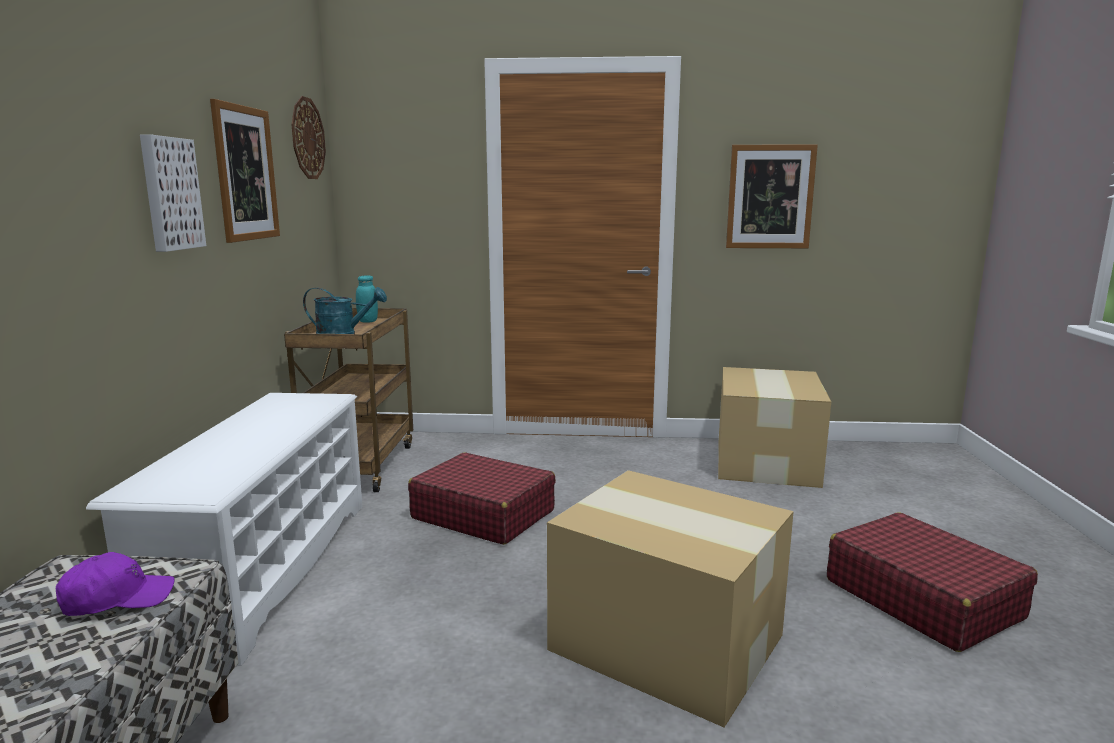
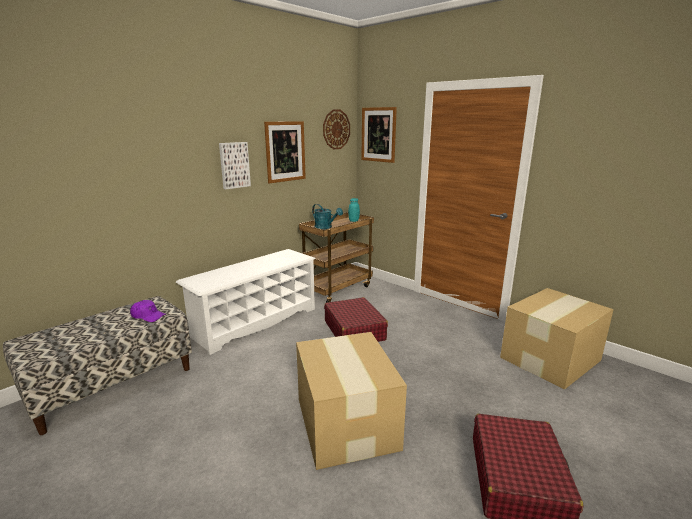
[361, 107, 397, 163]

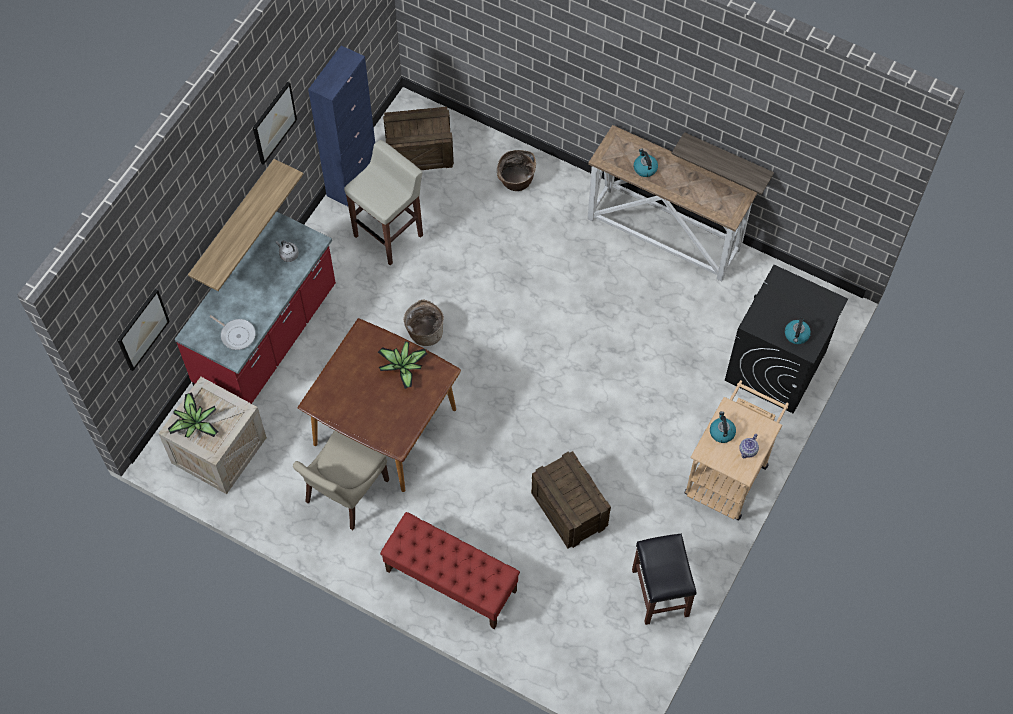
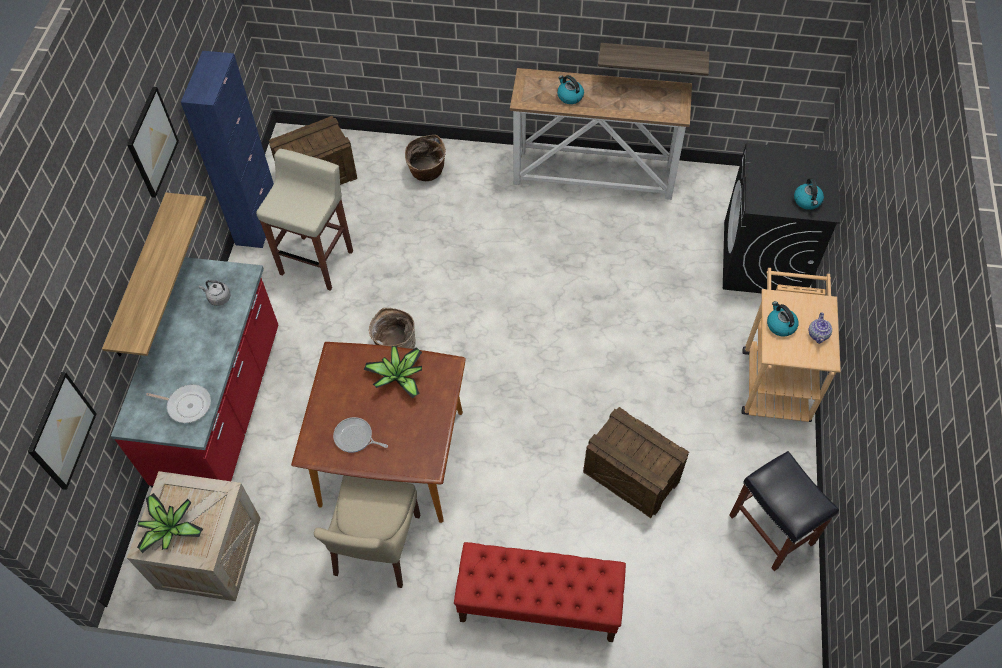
[333, 417, 388, 453]

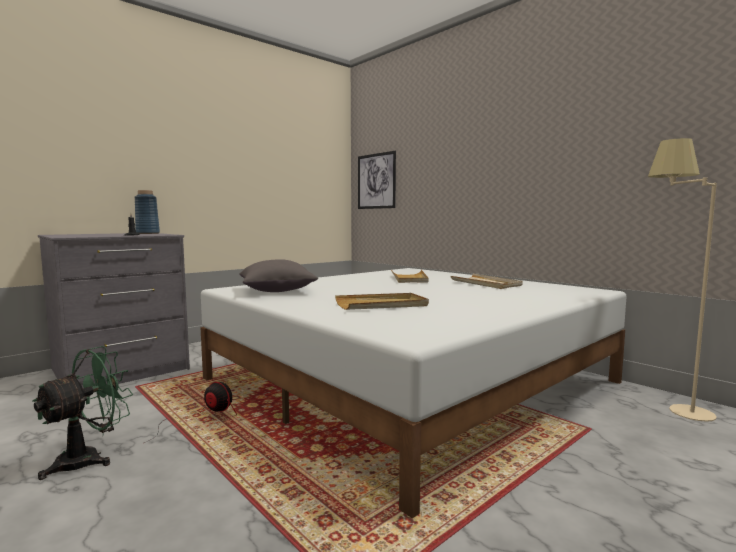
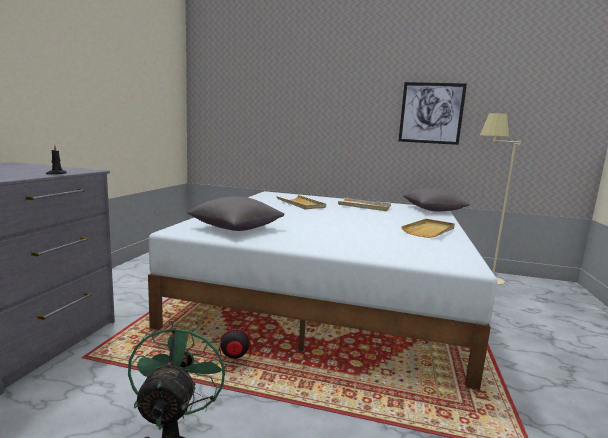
[135, 190, 160, 234] (first image)
[401, 219, 455, 238]
[398, 82, 467, 145]
[403, 188, 470, 212]

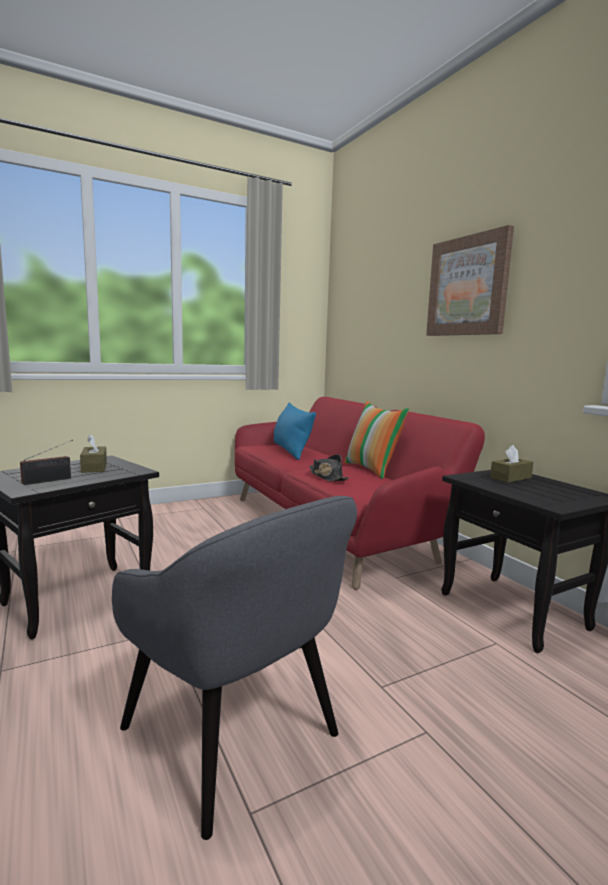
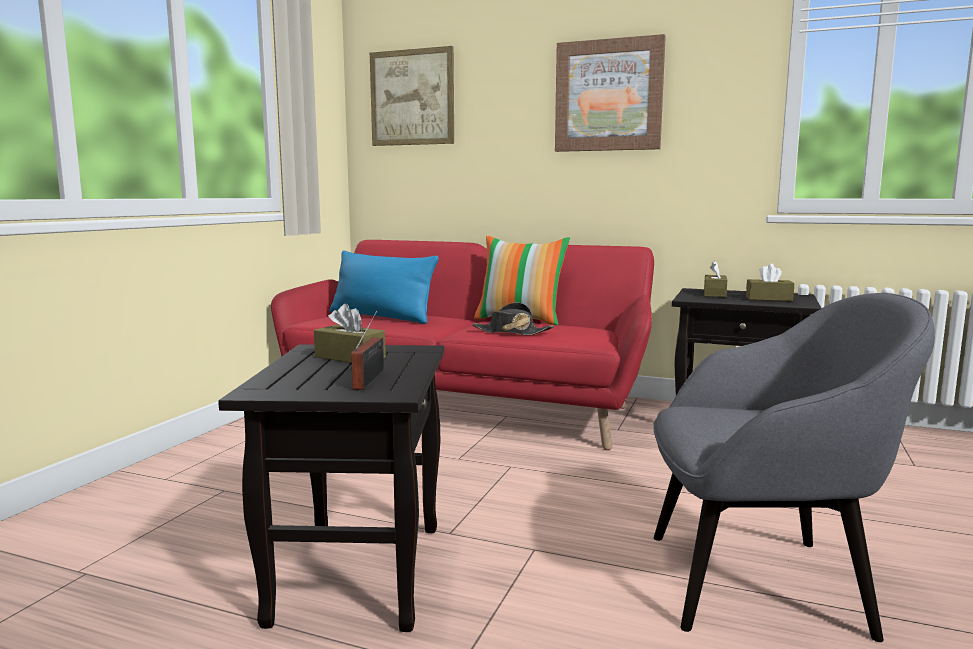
[370, 46, 454, 146]
[746, 264, 794, 301]

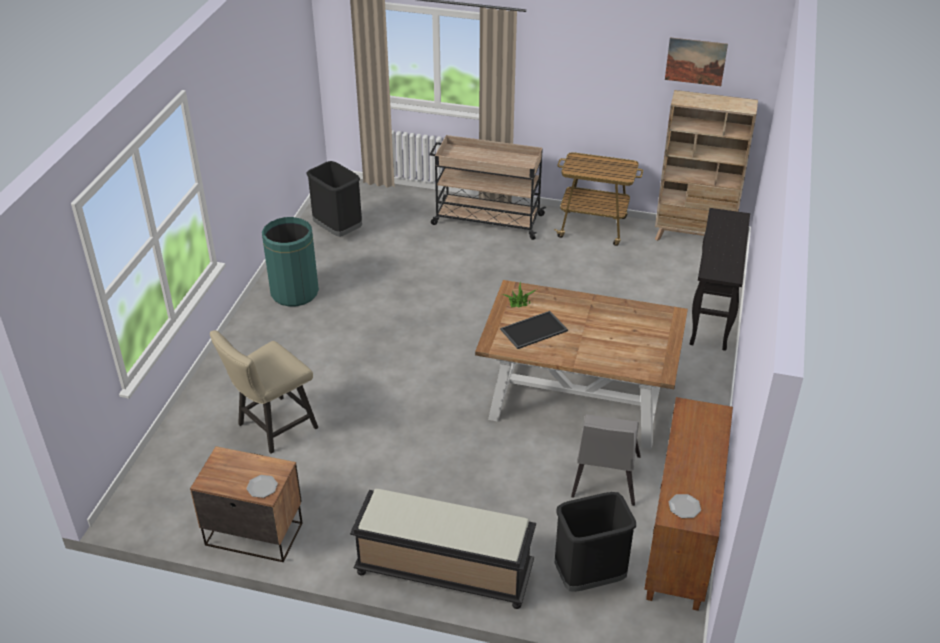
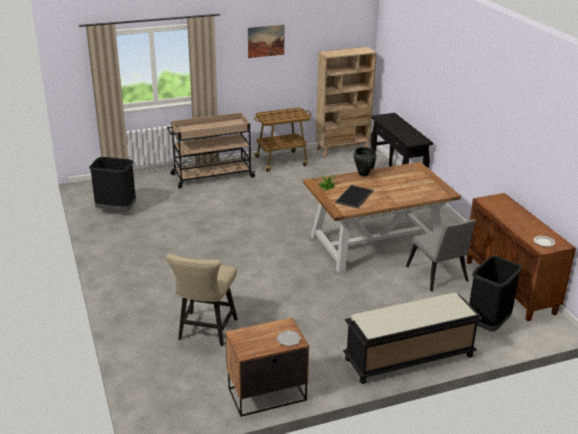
[262, 217, 319, 307] (first image)
[248, 25, 285, 58]
[353, 147, 377, 176]

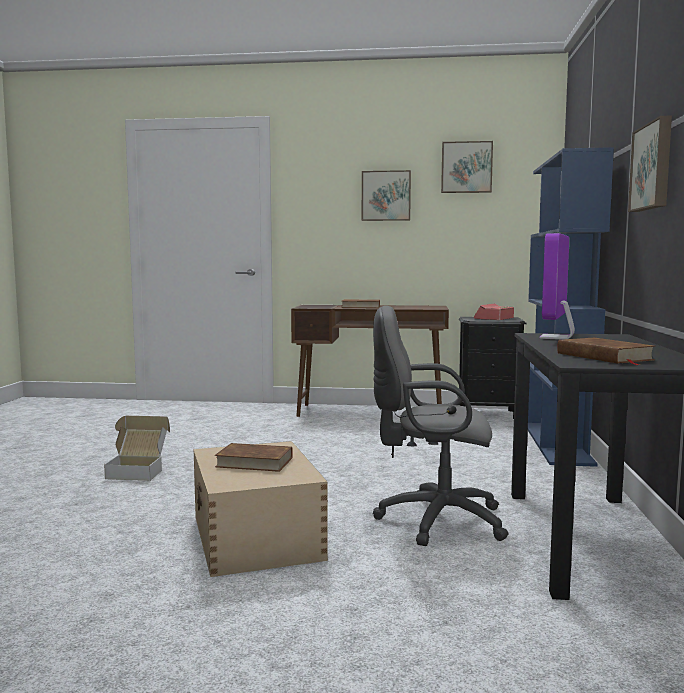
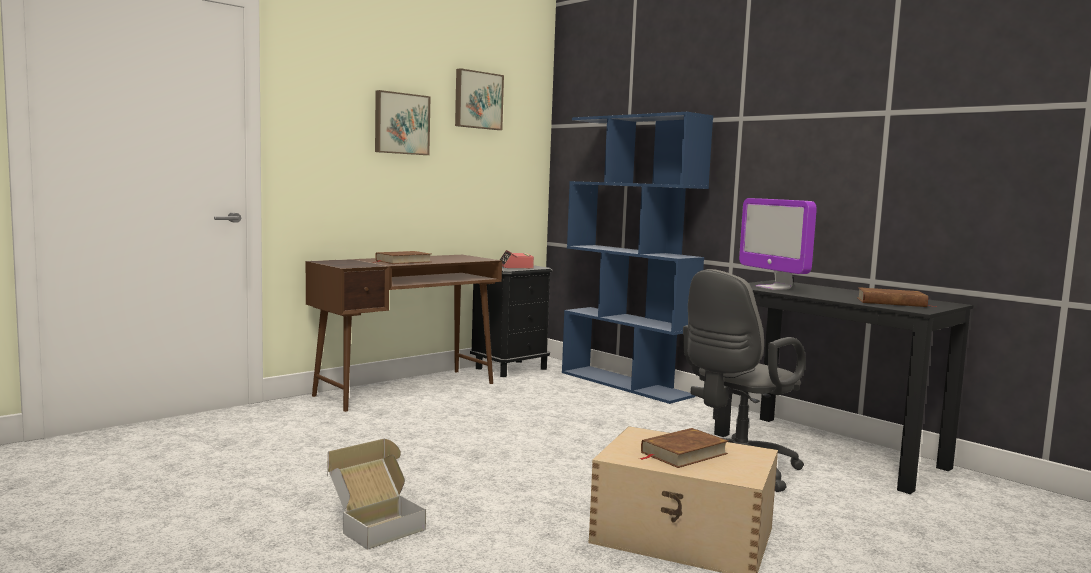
[628, 116, 672, 212] (first image)

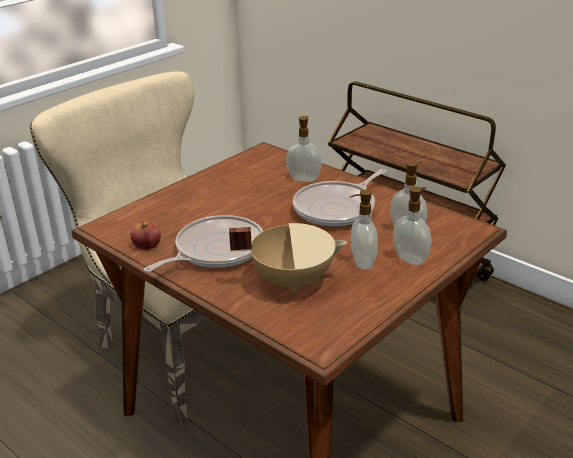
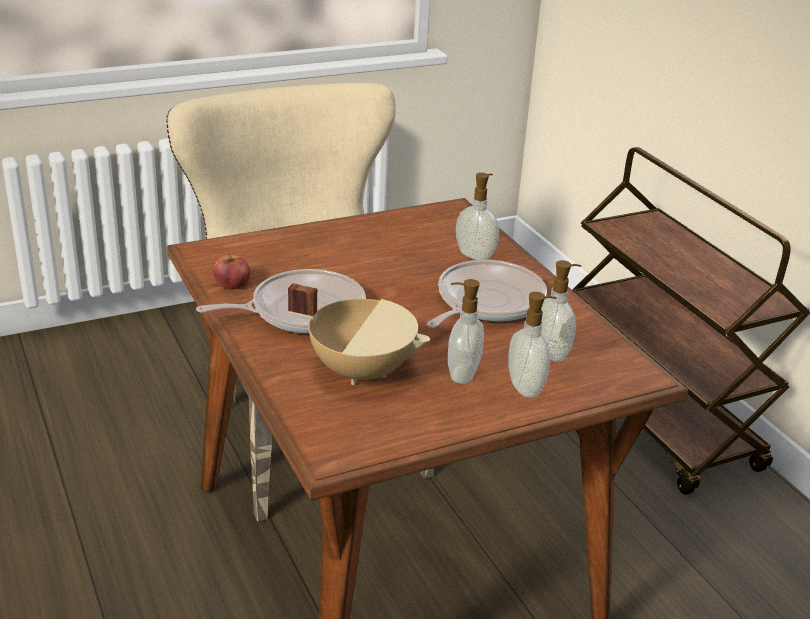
[427, 260, 547, 328]

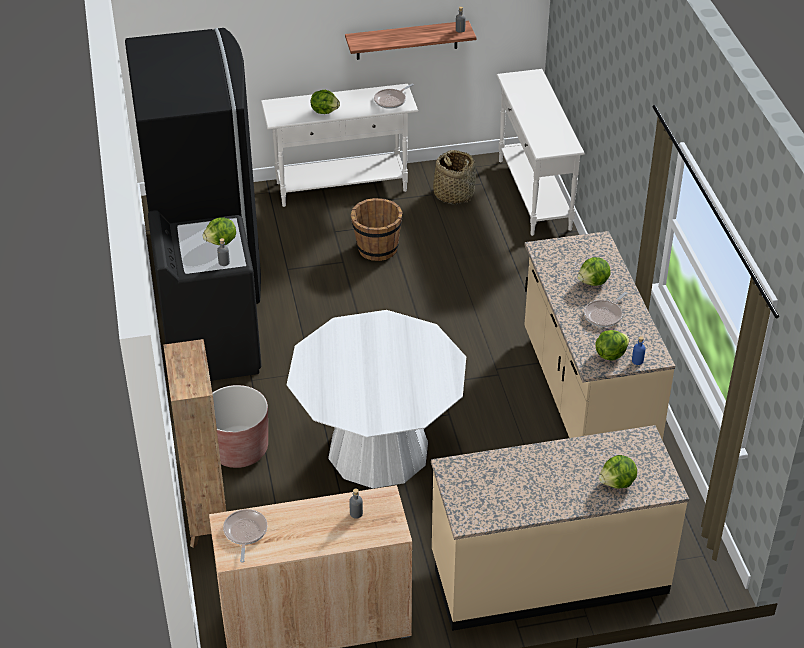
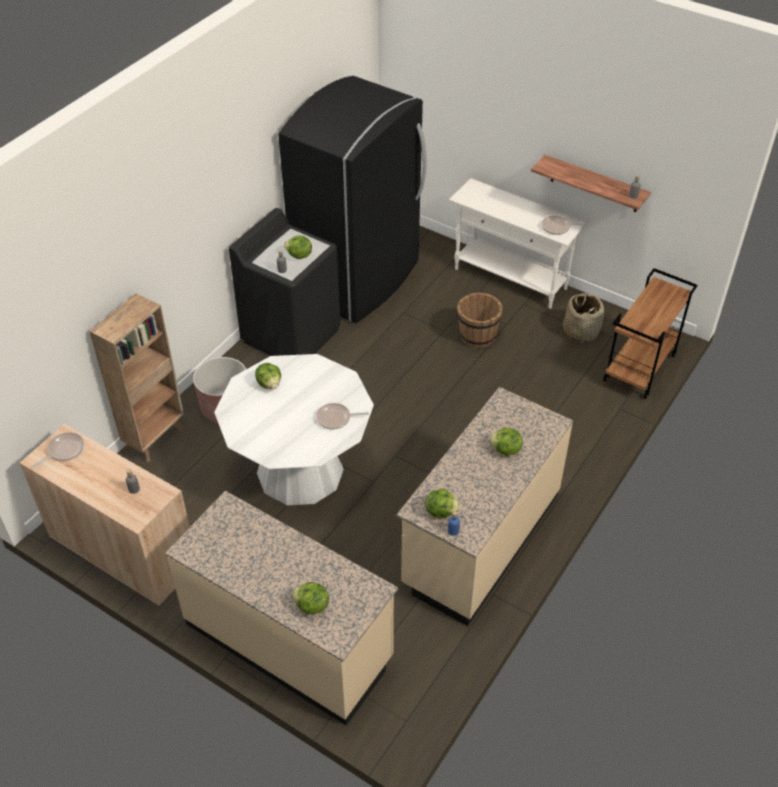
[255, 363, 281, 389]
[603, 268, 698, 399]
[316, 403, 369, 430]

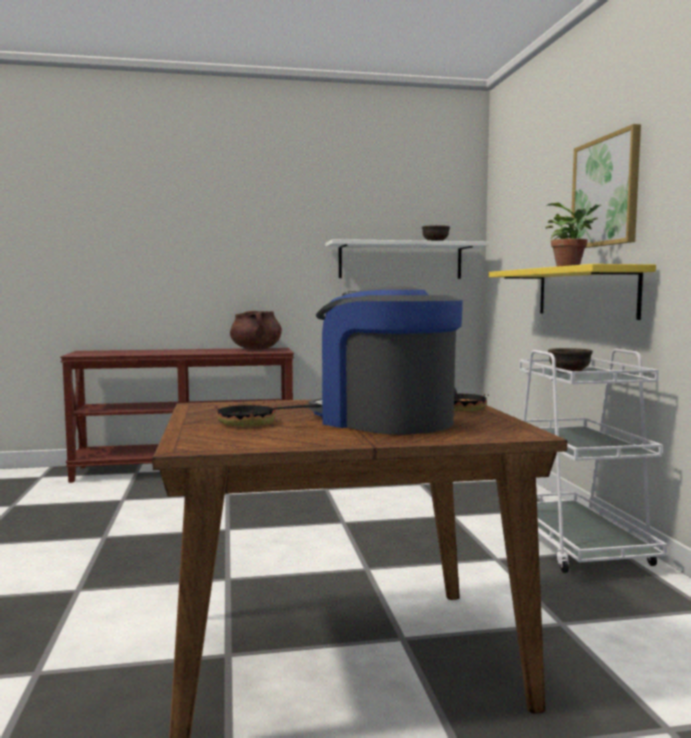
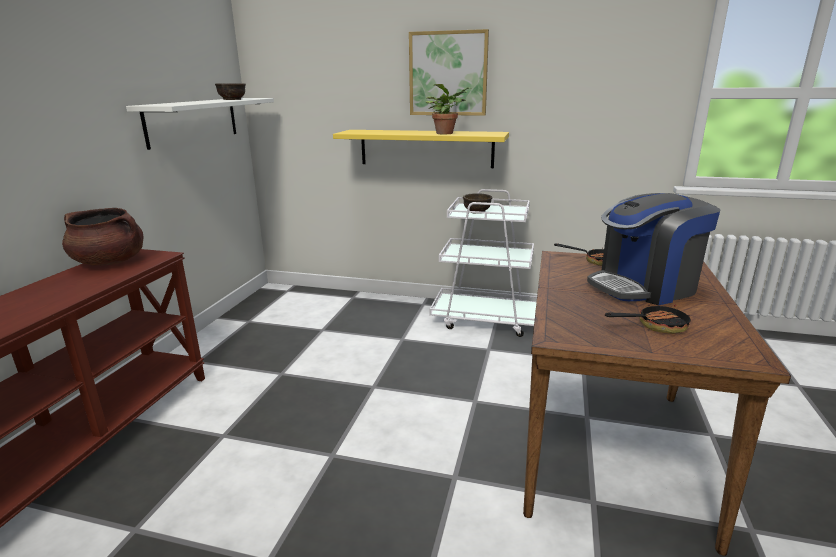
[605, 302, 691, 334]

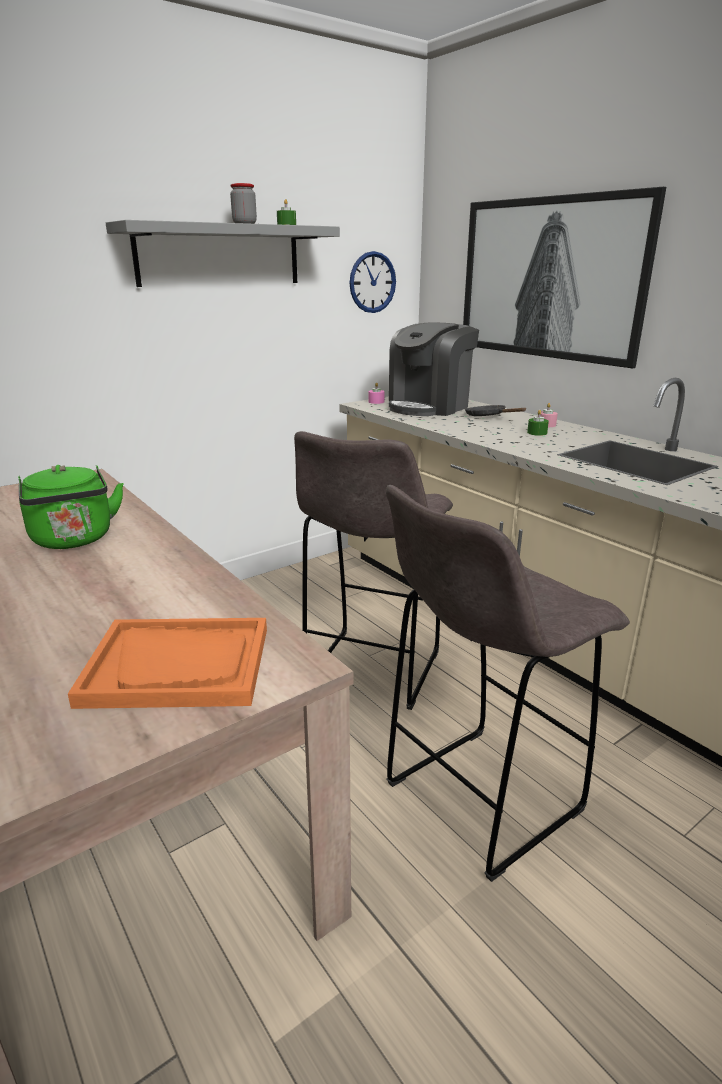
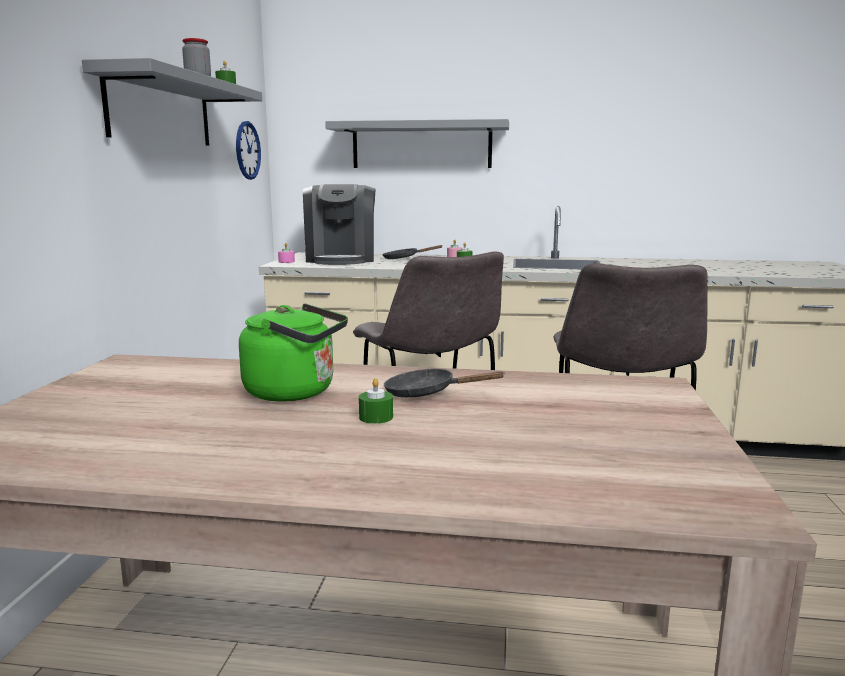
[68, 618, 267, 709] (first image)
[325, 119, 509, 168]
[359, 378, 393, 424]
[384, 369, 504, 398]

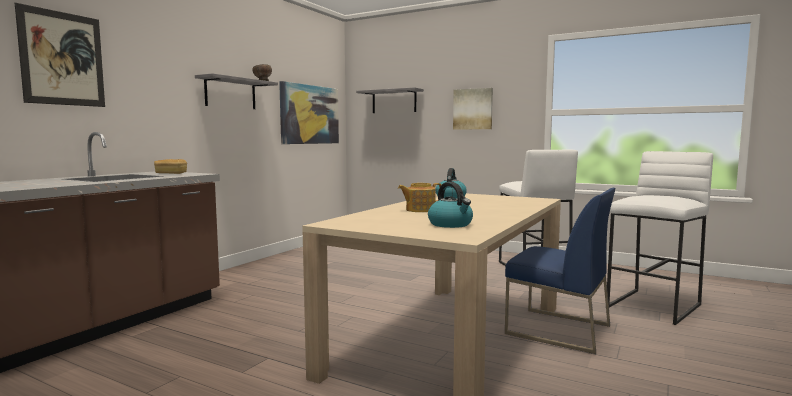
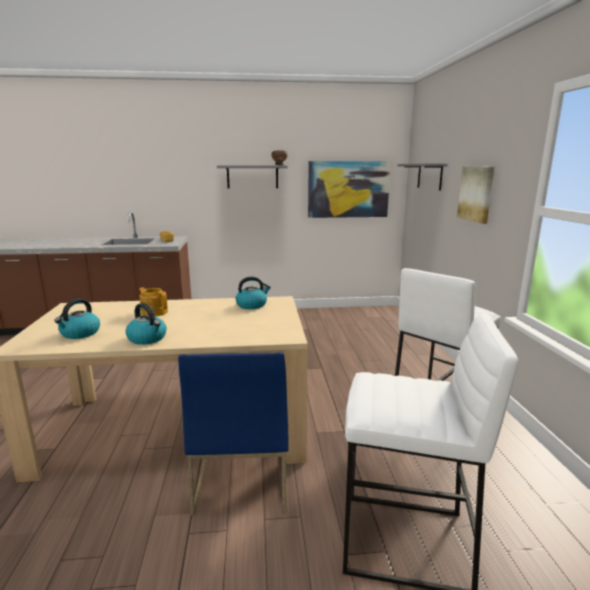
[15, 3, 105, 107] (first image)
[126, 303, 167, 345]

